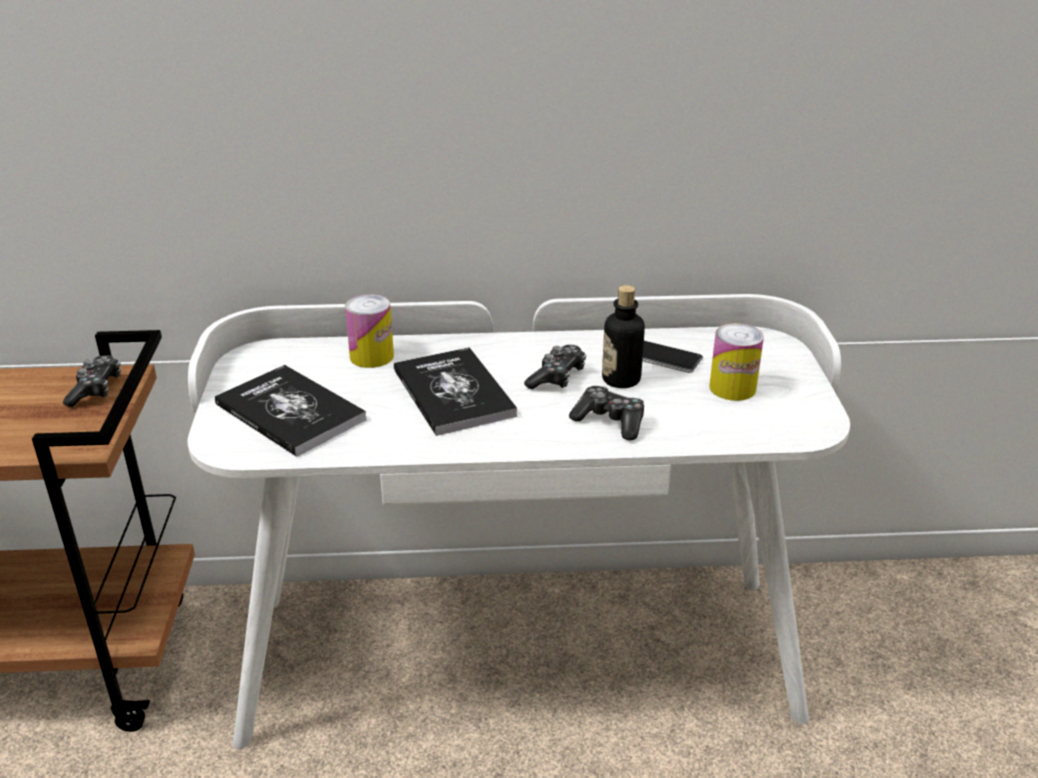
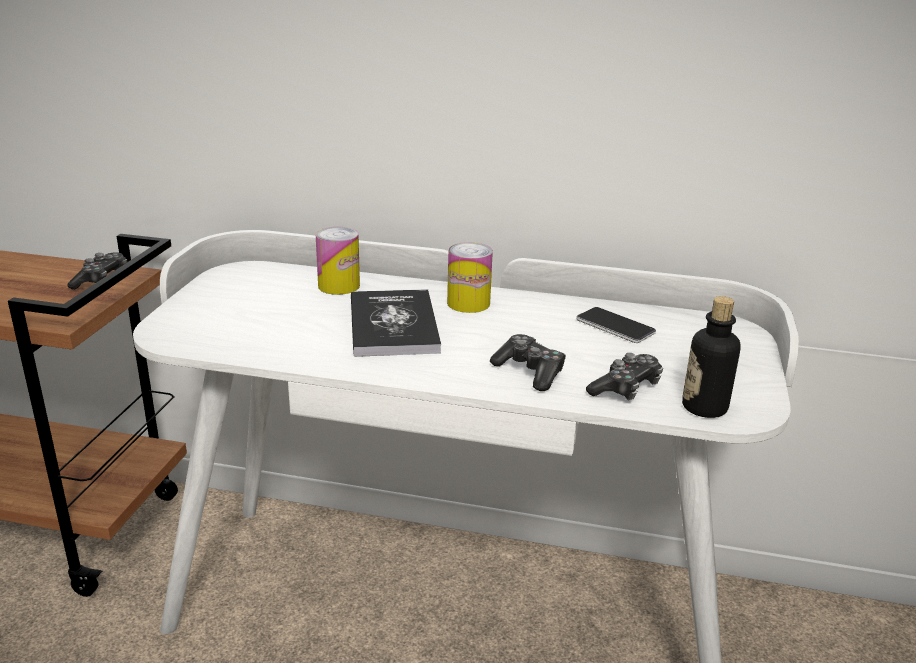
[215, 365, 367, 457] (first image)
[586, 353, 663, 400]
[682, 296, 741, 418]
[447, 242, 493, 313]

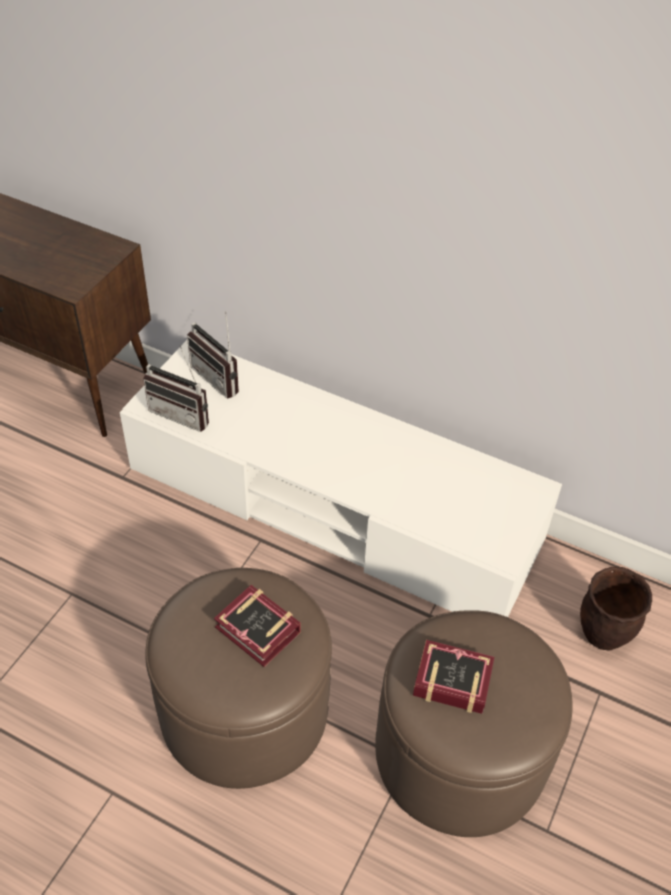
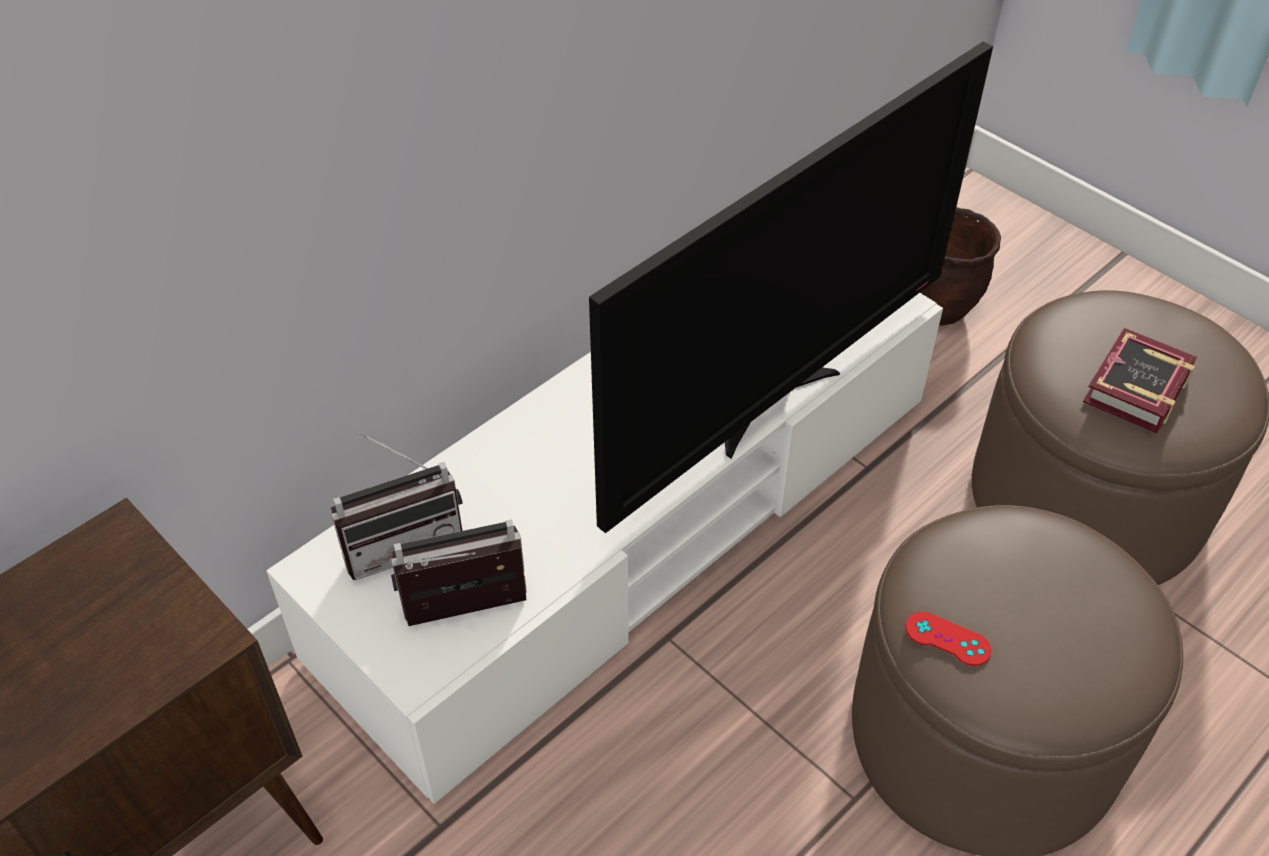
[391, 519, 527, 626]
[214, 585, 301, 667] (first image)
[589, 41, 993, 533]
[906, 612, 991, 666]

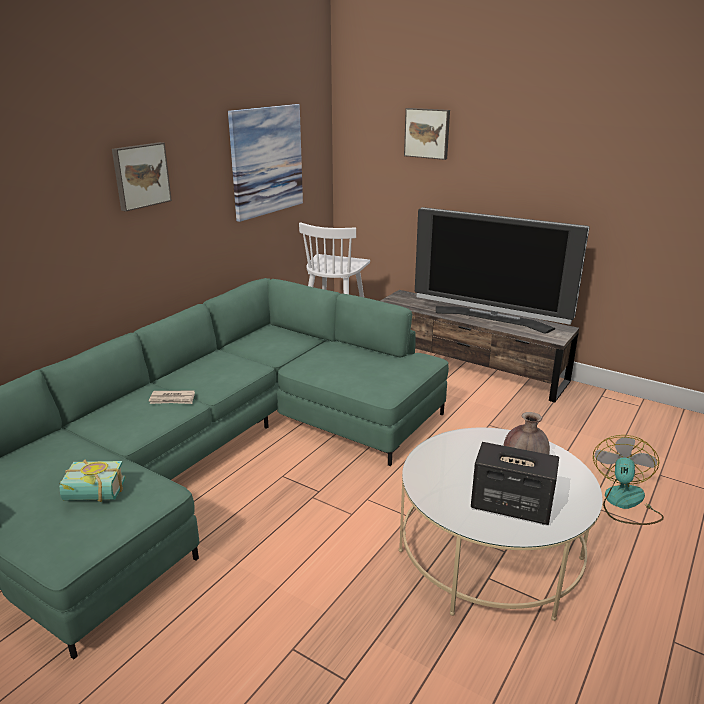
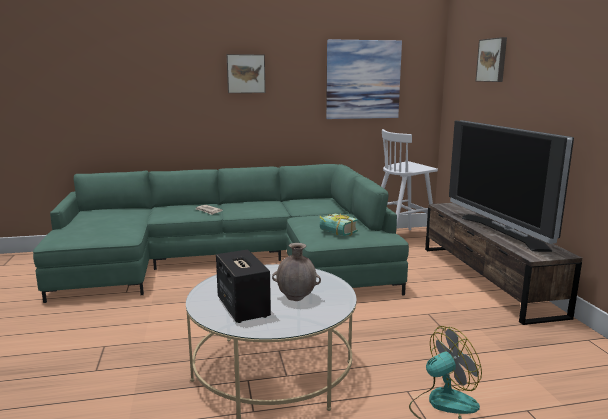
[320, 214, 358, 236]

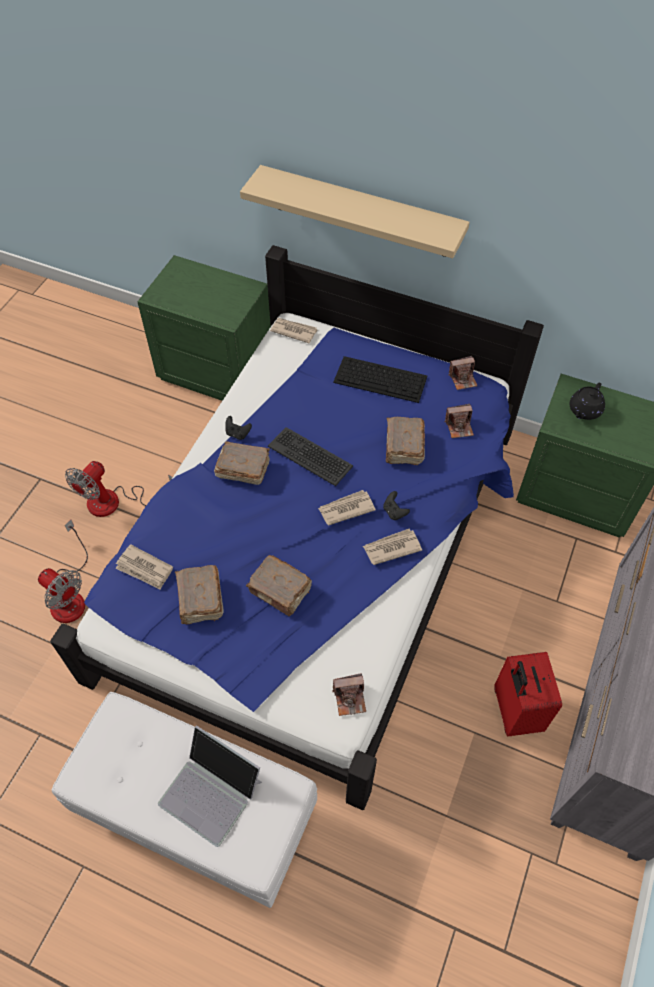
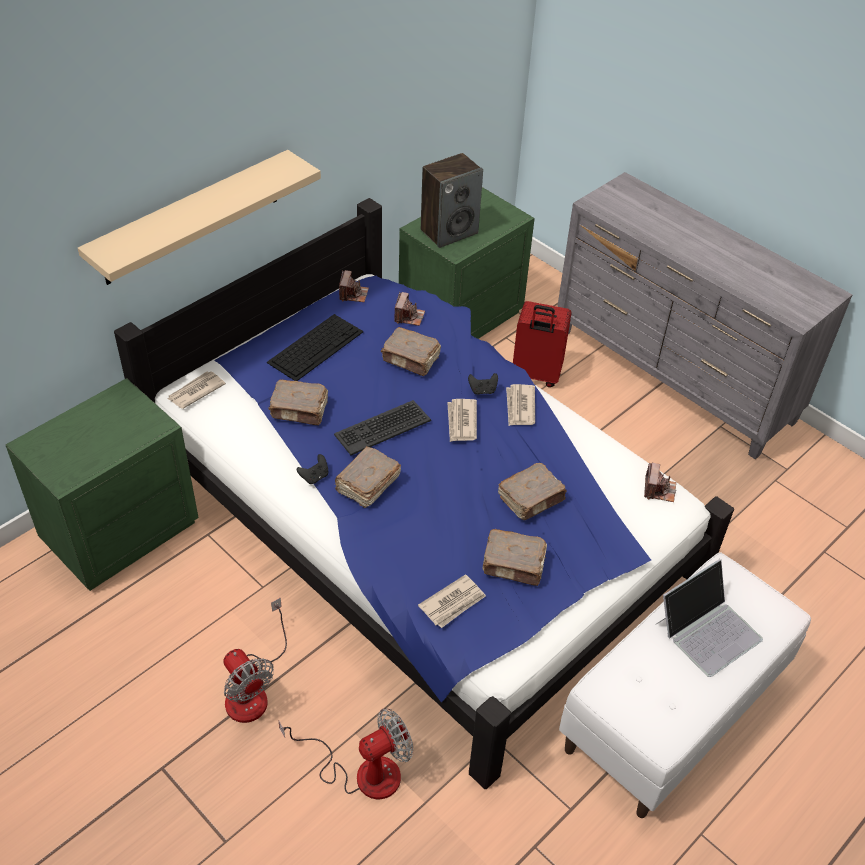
[513, 301, 572, 387]
[421, 153, 483, 248]
[269, 380, 328, 426]

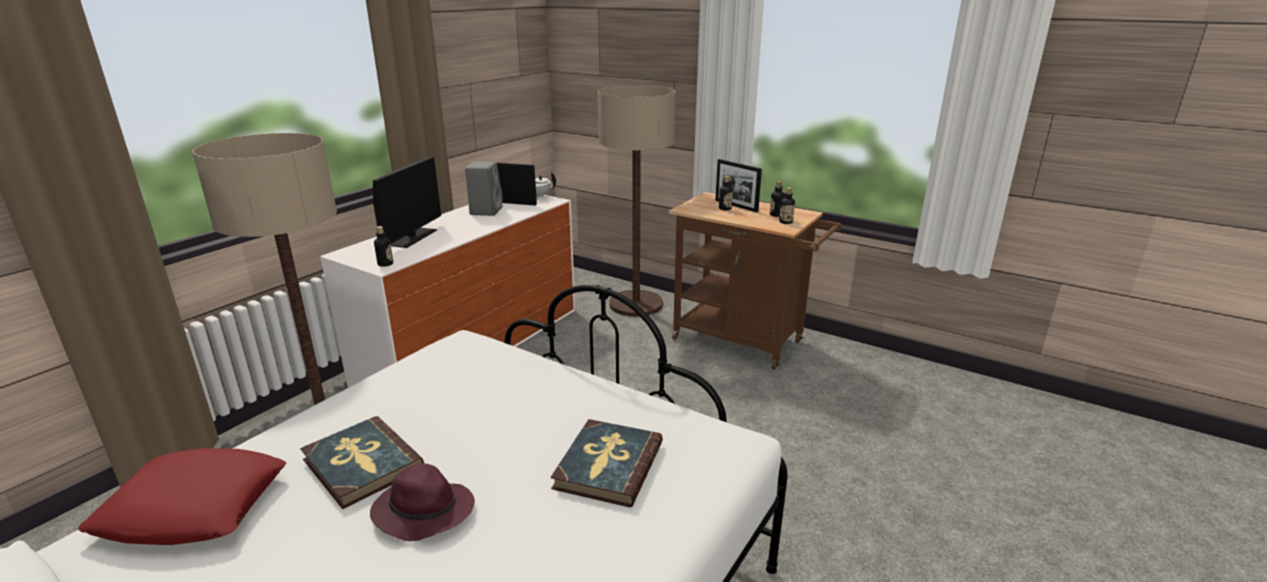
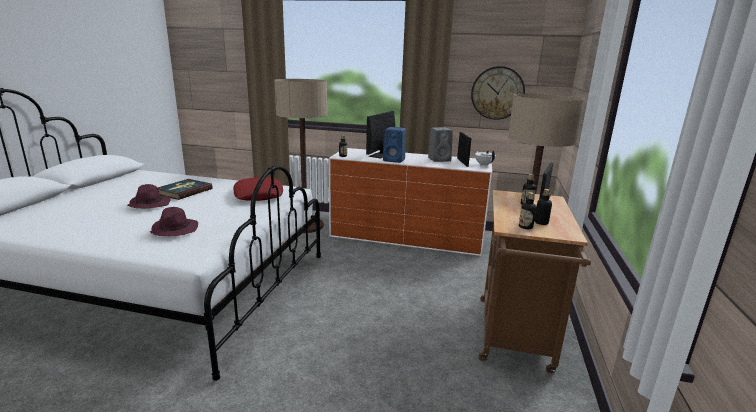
[233, 177, 283, 201]
[366, 111, 395, 158]
[150, 207, 198, 236]
[383, 127, 406, 163]
[471, 66, 525, 120]

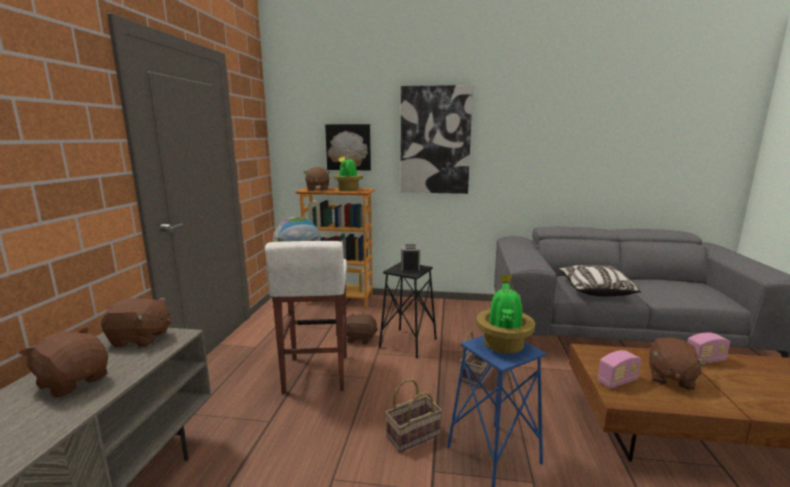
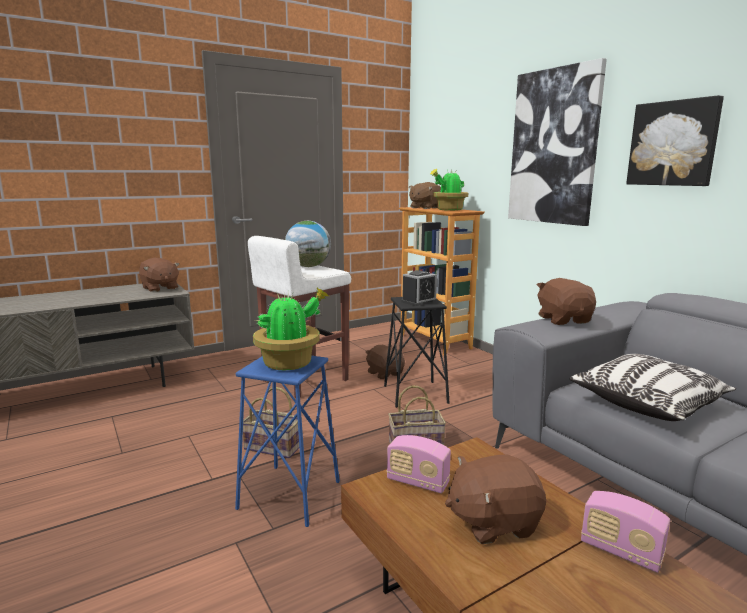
[537, 278, 596, 325]
[626, 95, 724, 186]

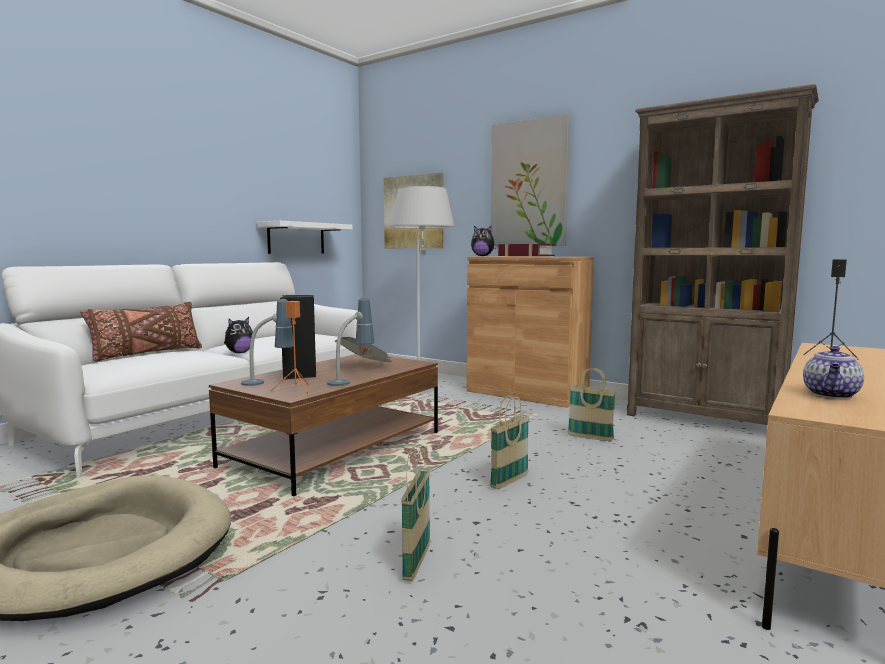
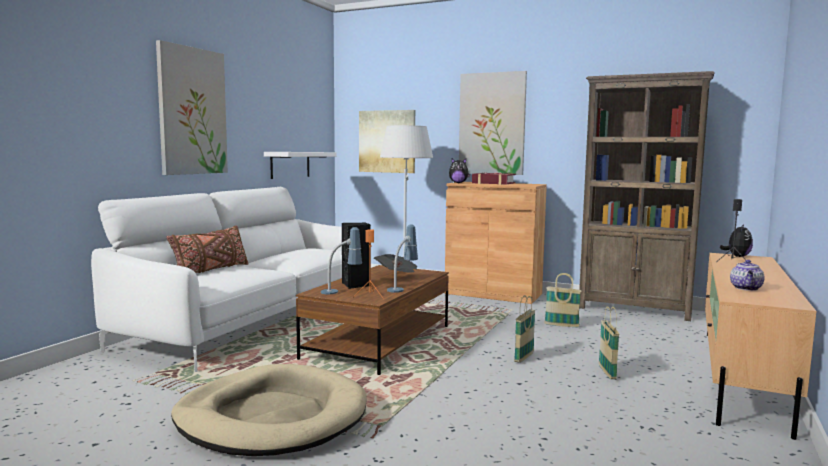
[720, 224, 753, 257]
[599, 306, 620, 379]
[156, 40, 228, 175]

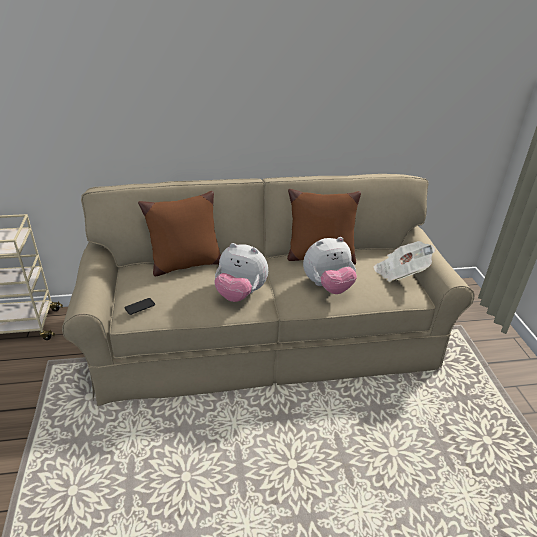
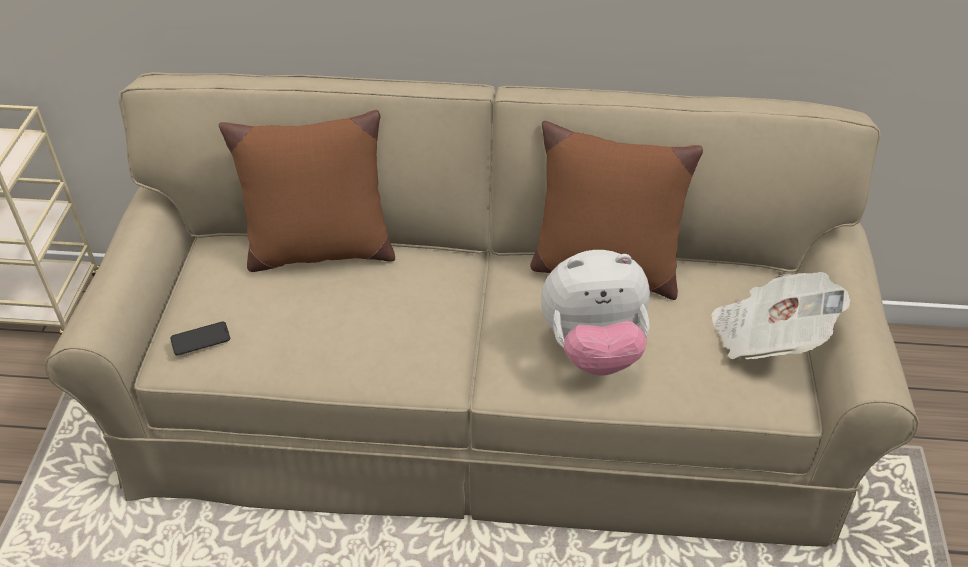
[214, 243, 268, 302] (first image)

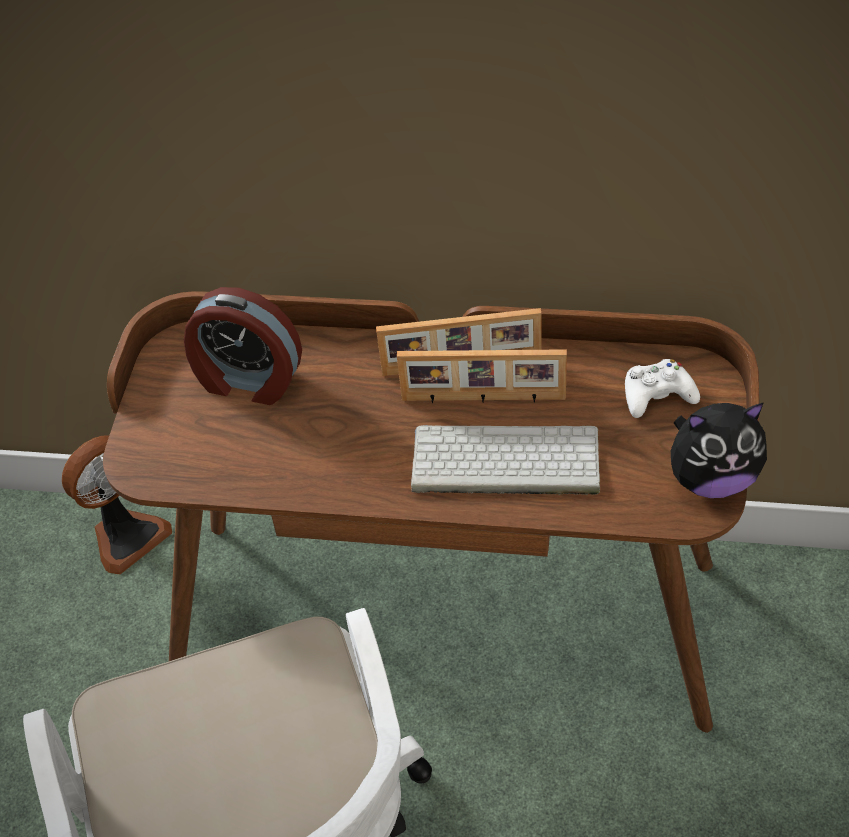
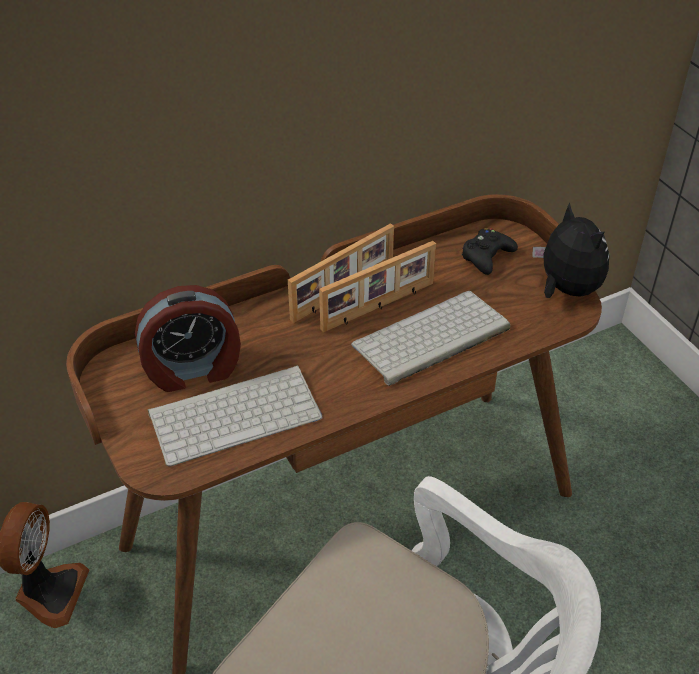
[462, 228, 518, 275]
[532, 202, 609, 298]
[148, 366, 323, 467]

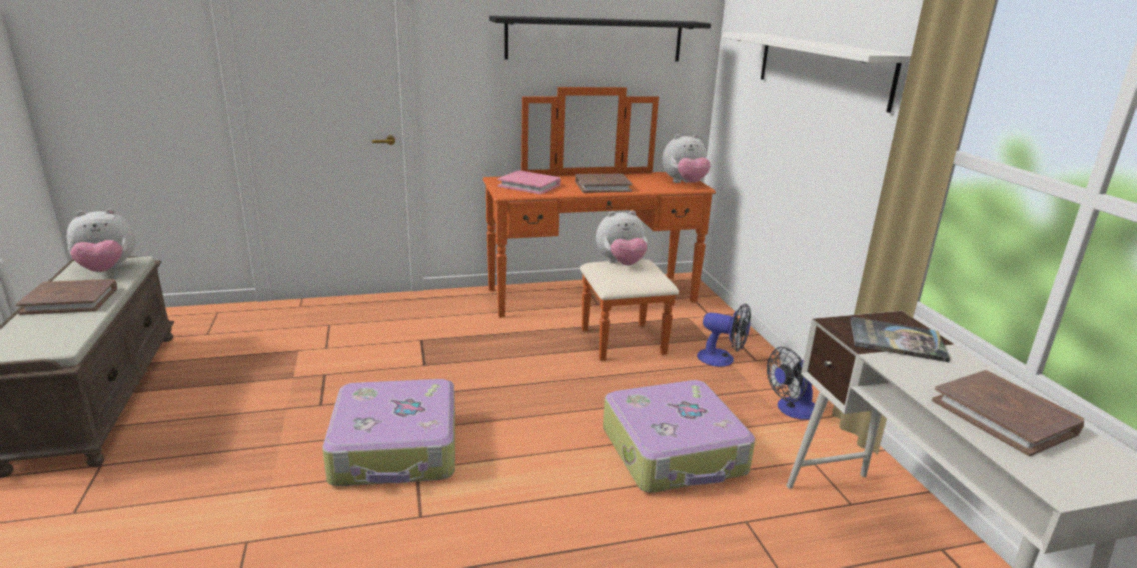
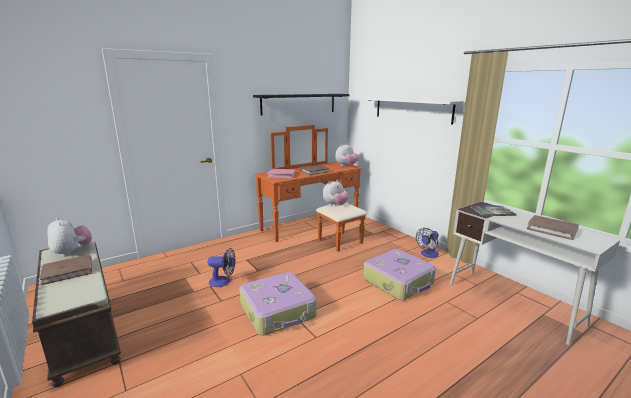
[47, 217, 92, 256]
[208, 248, 235, 287]

